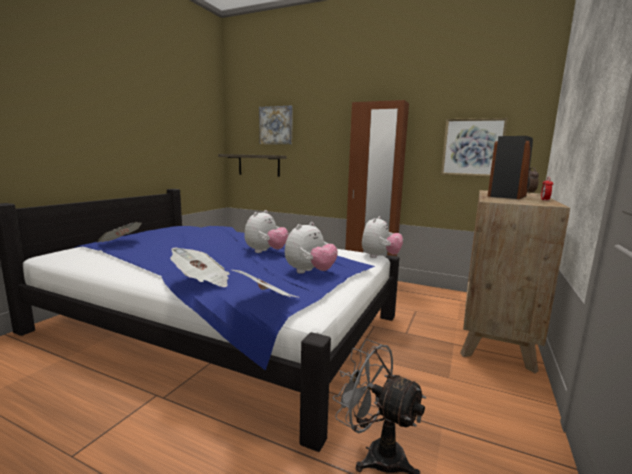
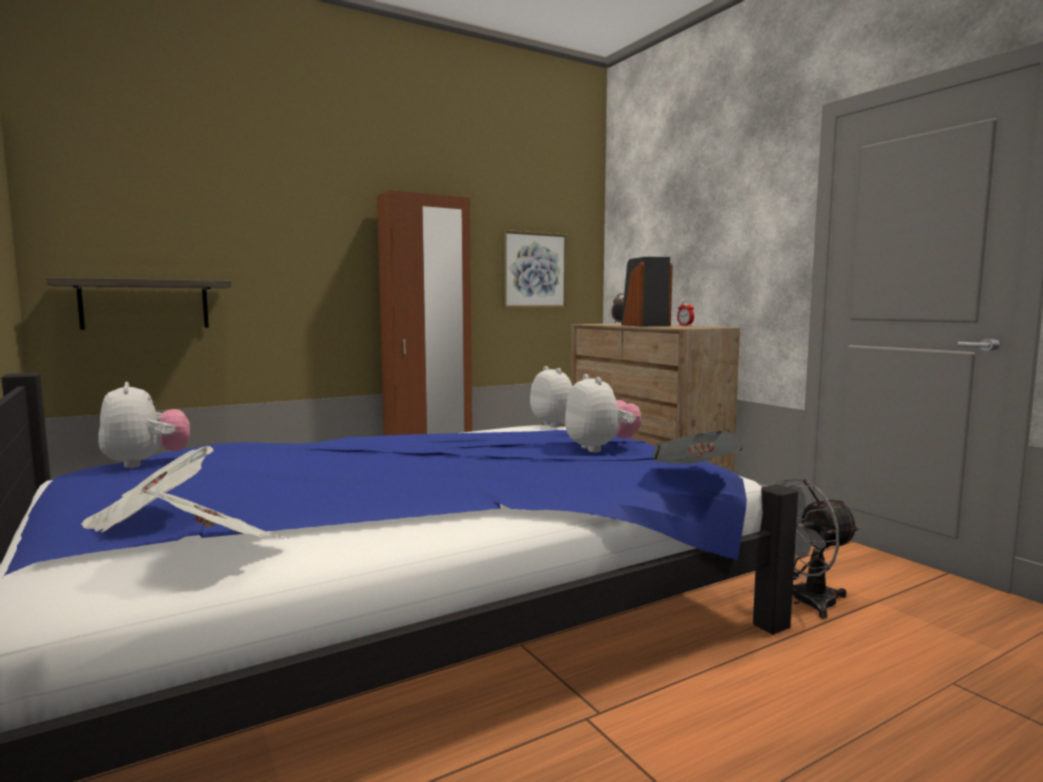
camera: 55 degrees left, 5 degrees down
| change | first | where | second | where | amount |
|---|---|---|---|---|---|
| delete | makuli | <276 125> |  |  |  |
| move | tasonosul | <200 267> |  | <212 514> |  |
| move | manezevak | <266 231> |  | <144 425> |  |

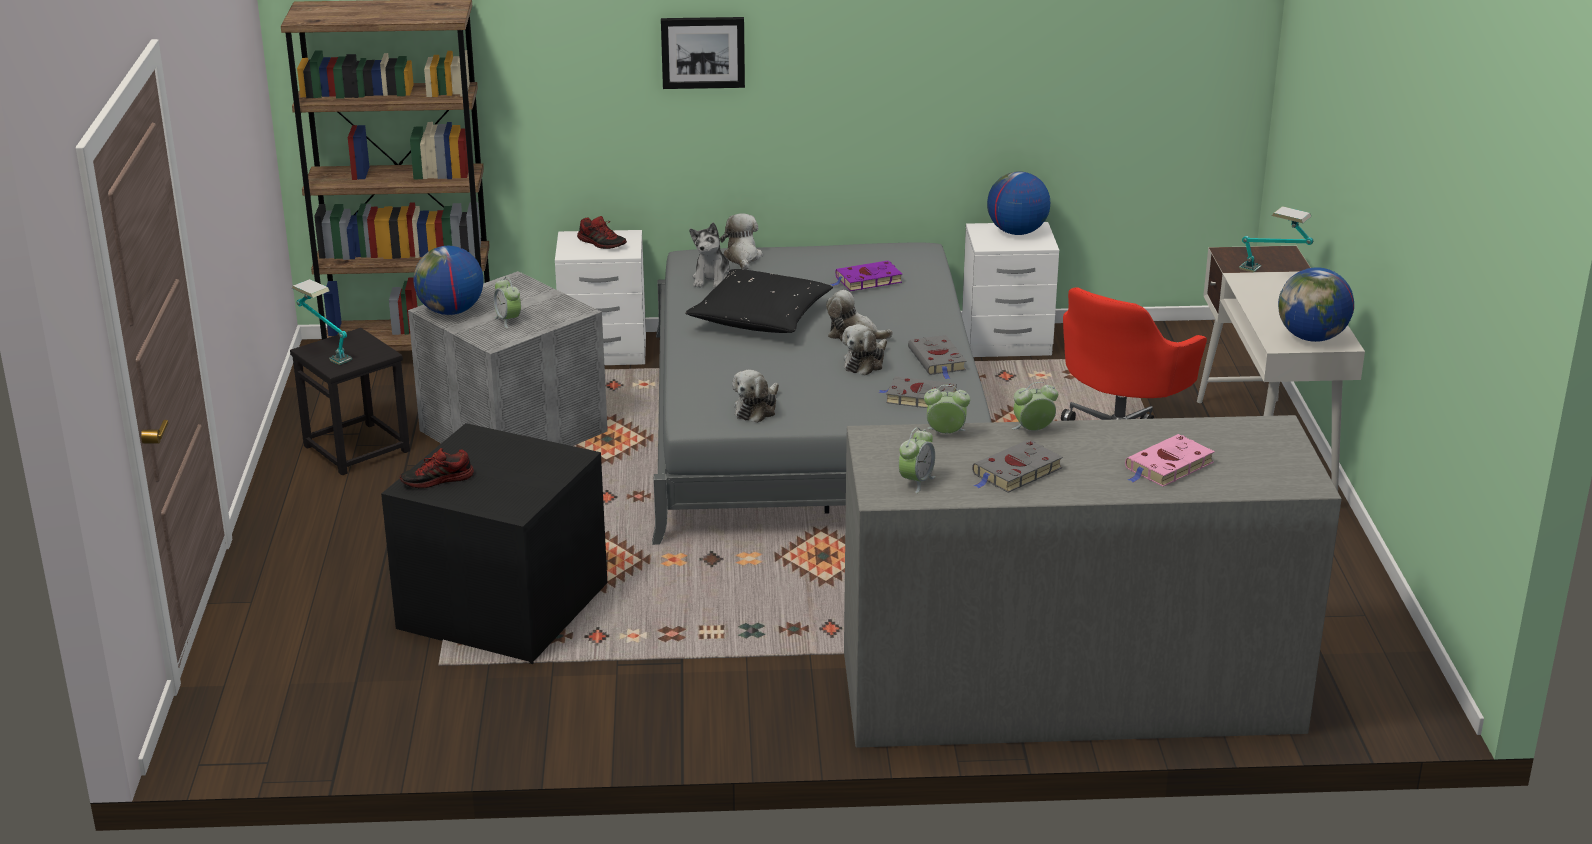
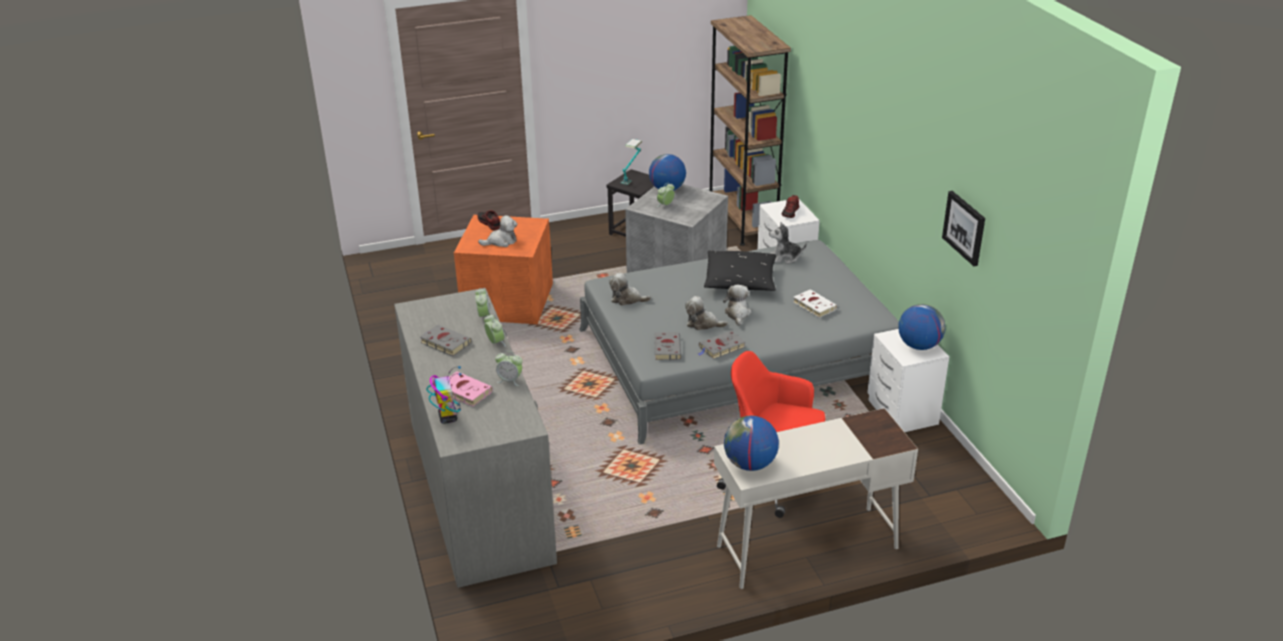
camera: 75 degrees right, 5 degrees up
| change | first | where | second | where | amount |
|---|---|---|---|---|---|
| delete | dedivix | <1276 239> |  |  |  |
| insert |  |  | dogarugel | <444 395> |  |
| move | makuli | <703 53> |  | <963 228> |  |
| move | manezevak | <741 242> |  | <497 231> |  |
| move | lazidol | <917 460> |  | <508 368> |  |
| recolor | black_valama | <494 543> | orange_valama | <503 269> |  |
| recolor | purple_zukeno | <866 275> | white_zukeno | <815 303> |  |

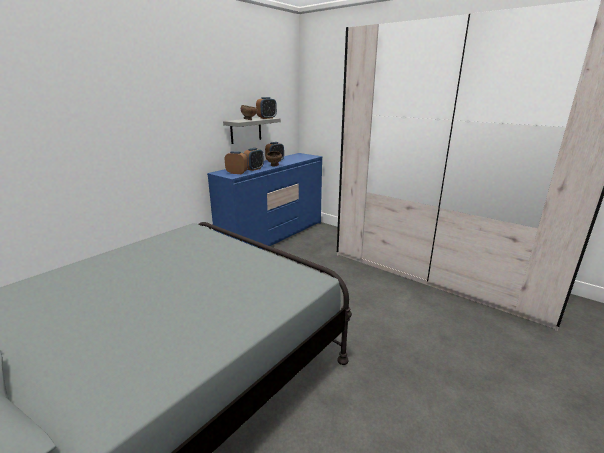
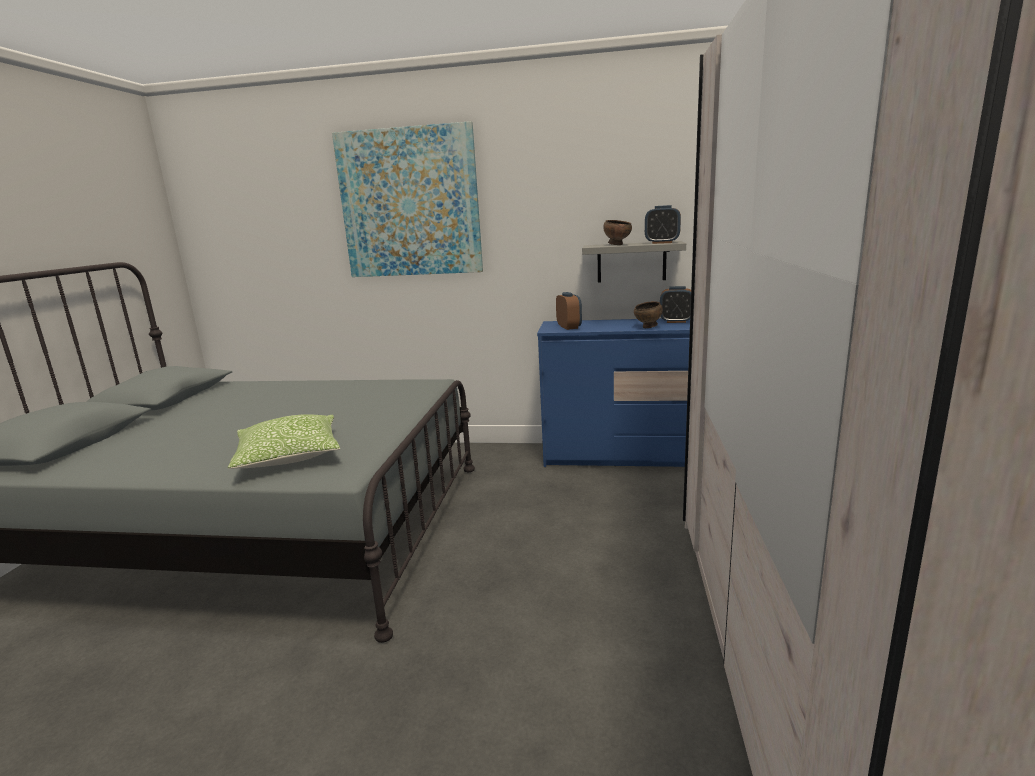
camera: 60 degrees right, 5 degrees down
| change | first | where | second | where | amount |
|---|---|---|---|---|---|
| delete | lazidol | <254 159> |  |  |  |
| insert |  |  | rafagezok | <284 441> |  |
| insert |  |  | makuli | <407 199> |  |

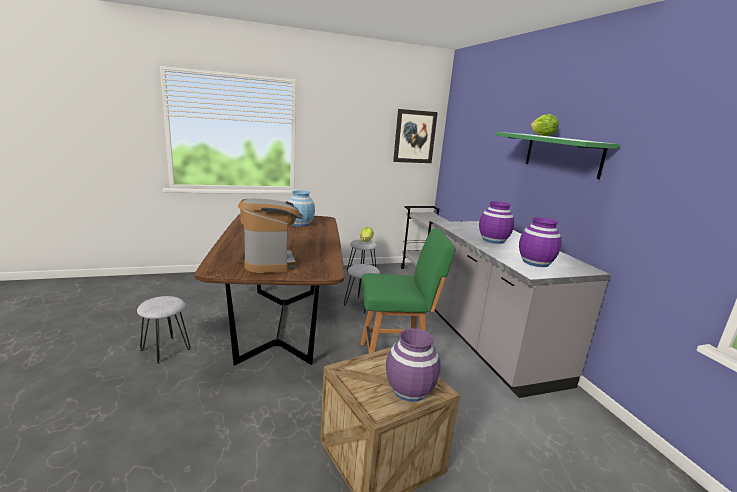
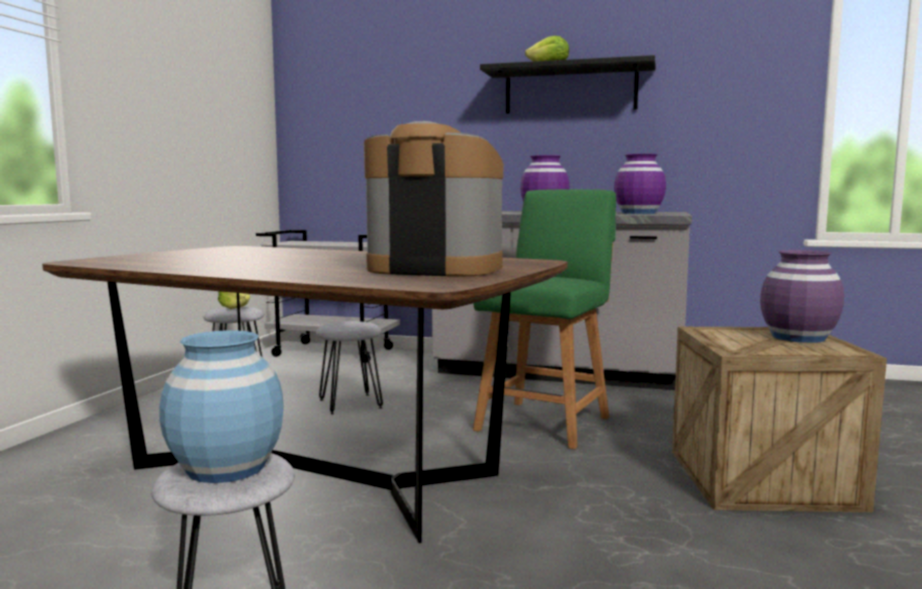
camera: 55 degrees left, 10 degrees down
| change | first | where | second | where | amount |
|---|---|---|---|---|---|
| delete | makuli | <415 136> |  |  |  |
| move | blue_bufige | <301 208> |  | <221 406> |  |
| recolor | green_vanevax | <558 155> | black_vanevax | <568 84> |  |

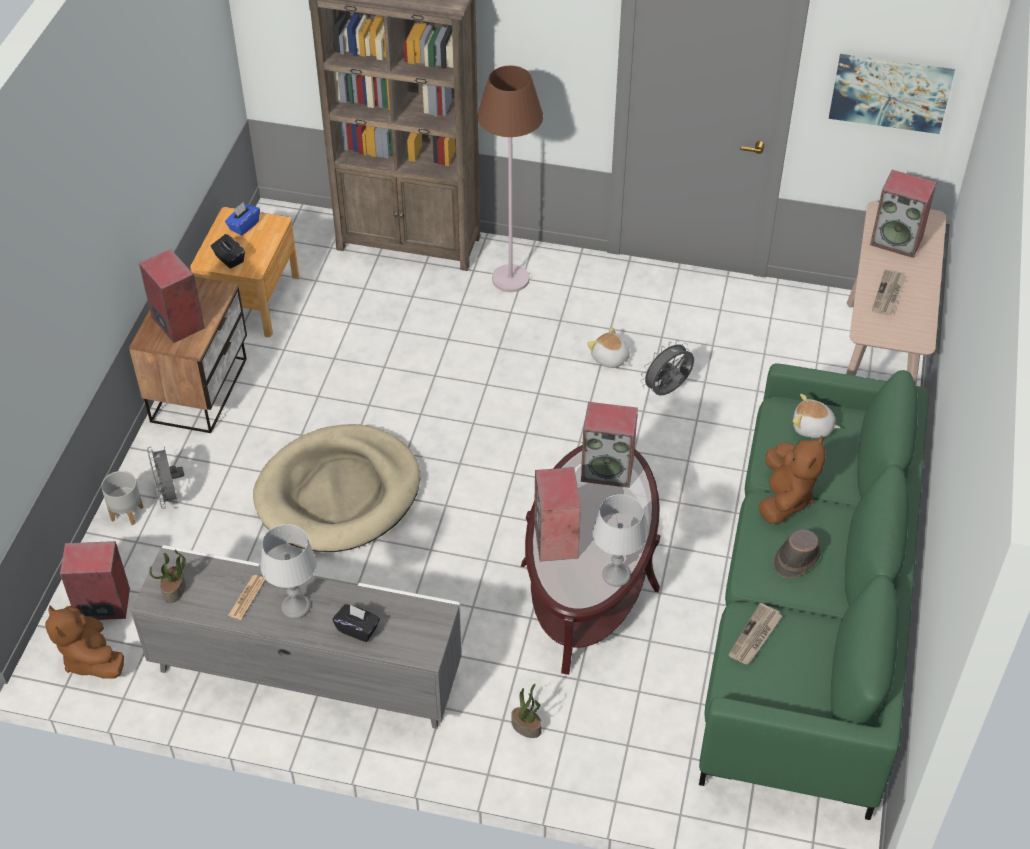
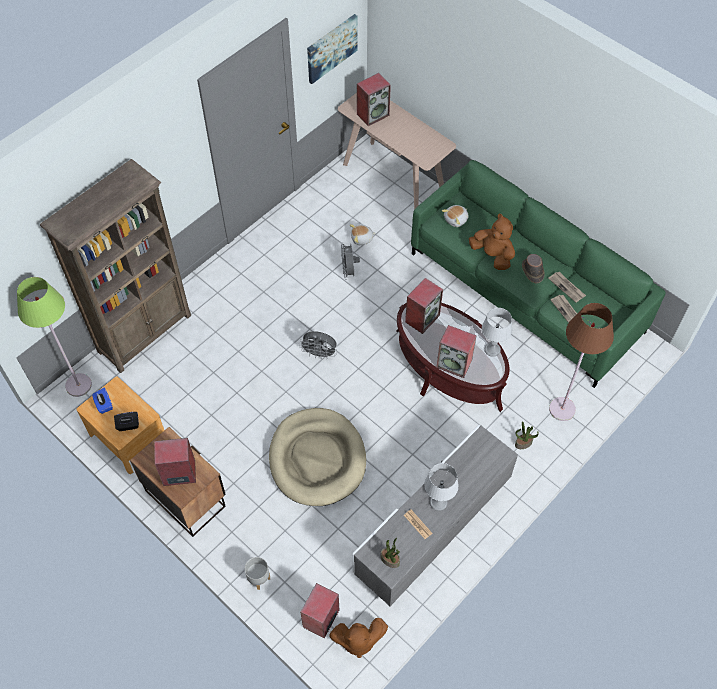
camera: 60 degrees left, 10 degrees up
| change | first | where | second | where | amount |
|---|---|---|---|---|---|
| delete | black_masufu | <356 623> |  |  |  |
| insert |  |  | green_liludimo | <54 337> |  |
| move | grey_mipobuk | <166 477> |  | <318 345> |  |
| move | brown_liludimo | <510 179> |  | <581 362> |  |
| move | manezevak | <608 347> |  | <363 235> |  |
| move | tasonosul | <889 292> |  | <567 287> |  |

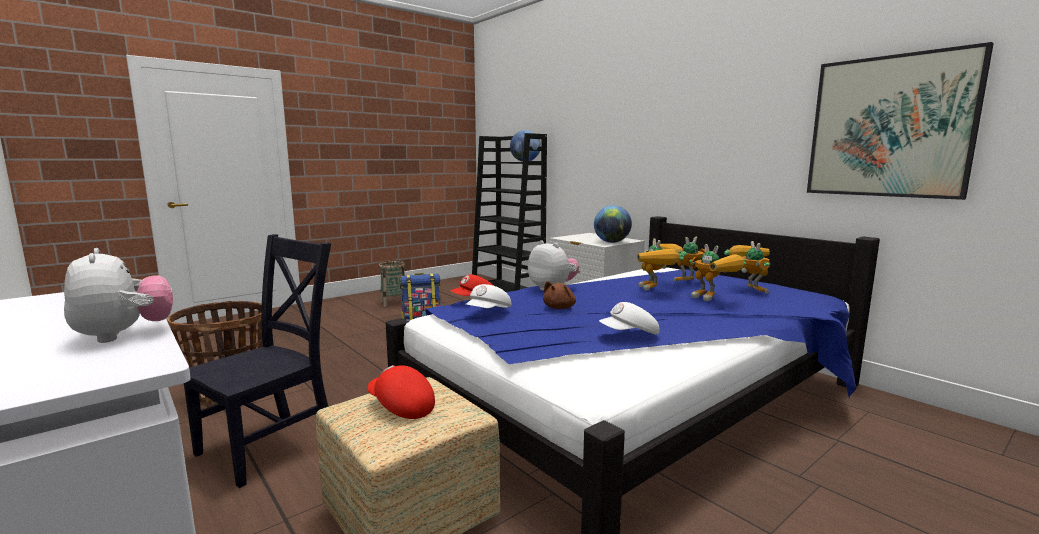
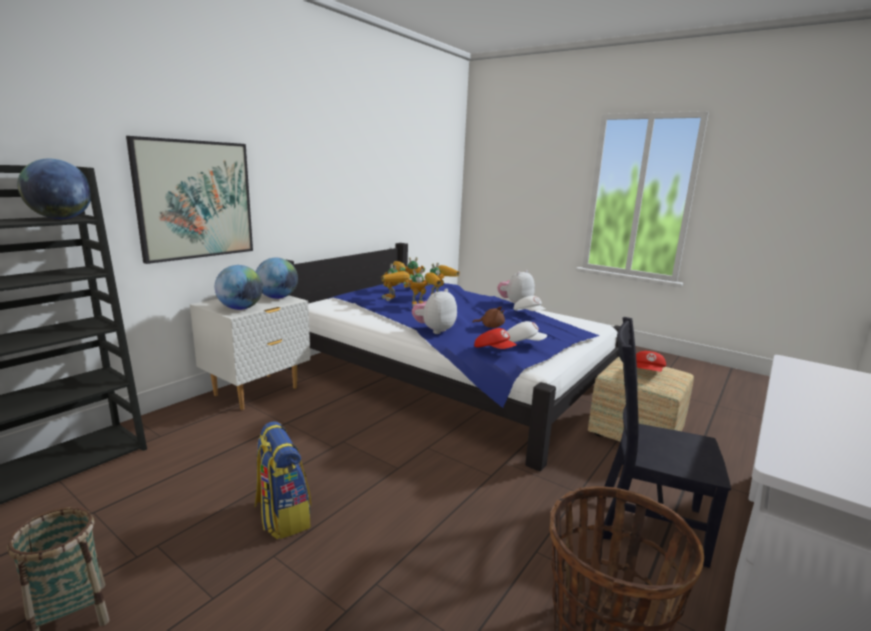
camera: 105 degrees left, 5 degrees up
| change | first | where | second | where | amount |
|---|---|---|---|---|---|
| insert |  |  | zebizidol | <239 287> |  |
| move | manezevak | <118 295> |  | <516 287> |  |
| move | makuli | <900 121> |  | <189 200> |  |

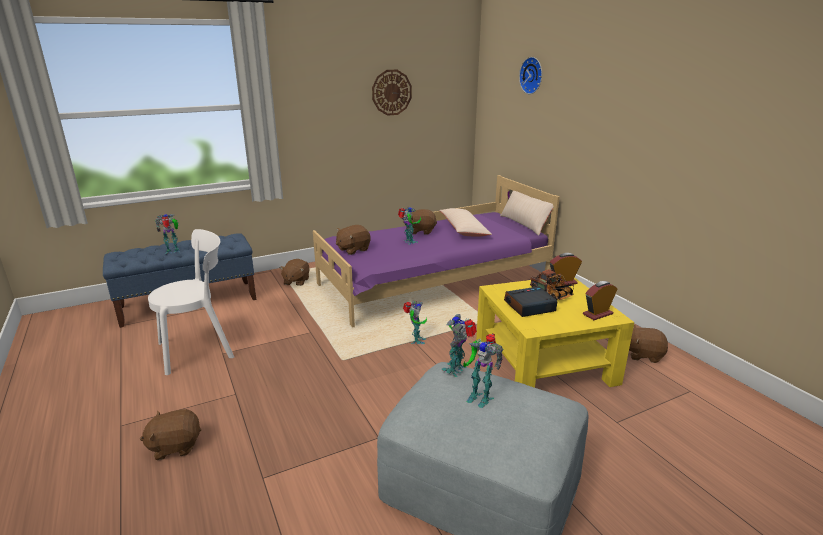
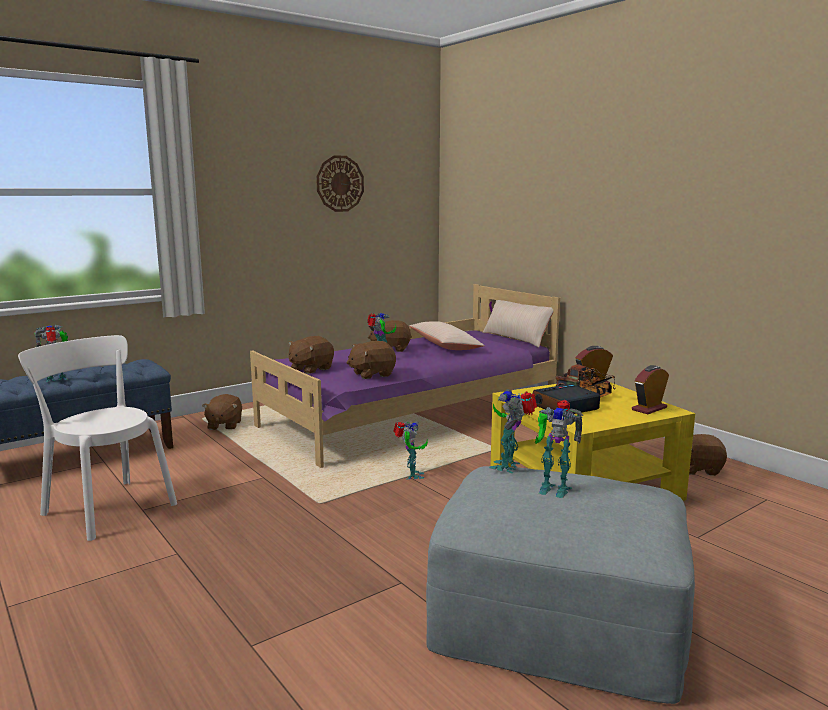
camera: 10 degrees left, 10 degrees down
| change | first | where | second | where | amount |
|---|---|---|---|---|---|
| delete | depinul | <530 75> |  |  |  |
| move | brown_manezevak | <170 434> |  | <371 360> |  |
| rotate | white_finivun | <191 302> |  | <97 438> | 105 degrees counterclockwise |

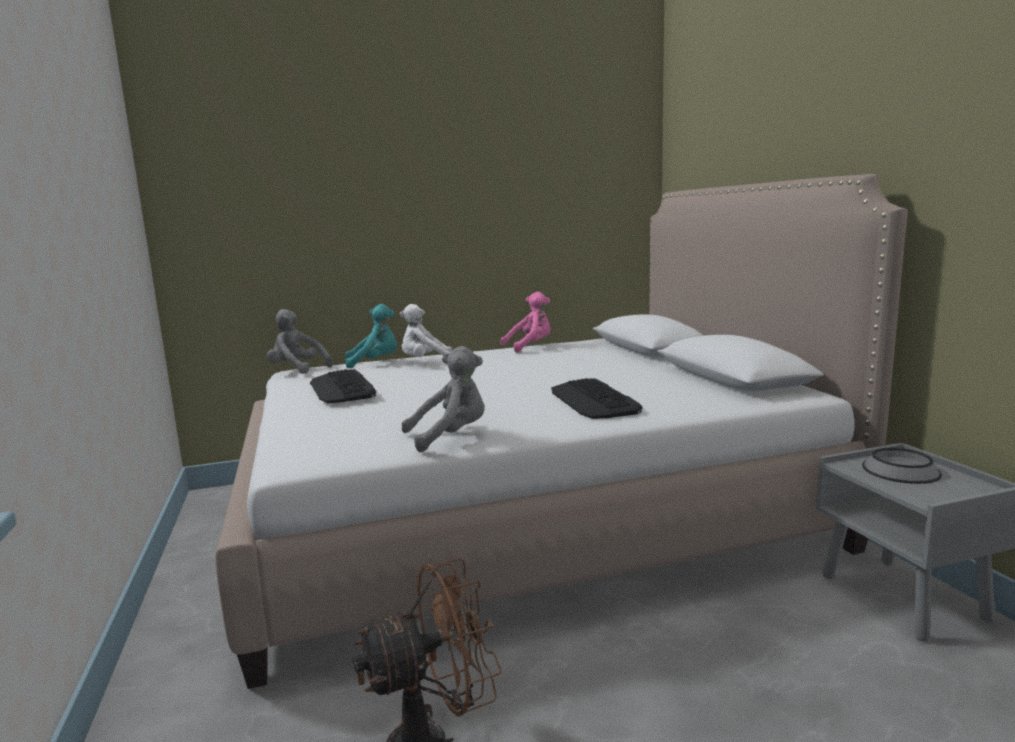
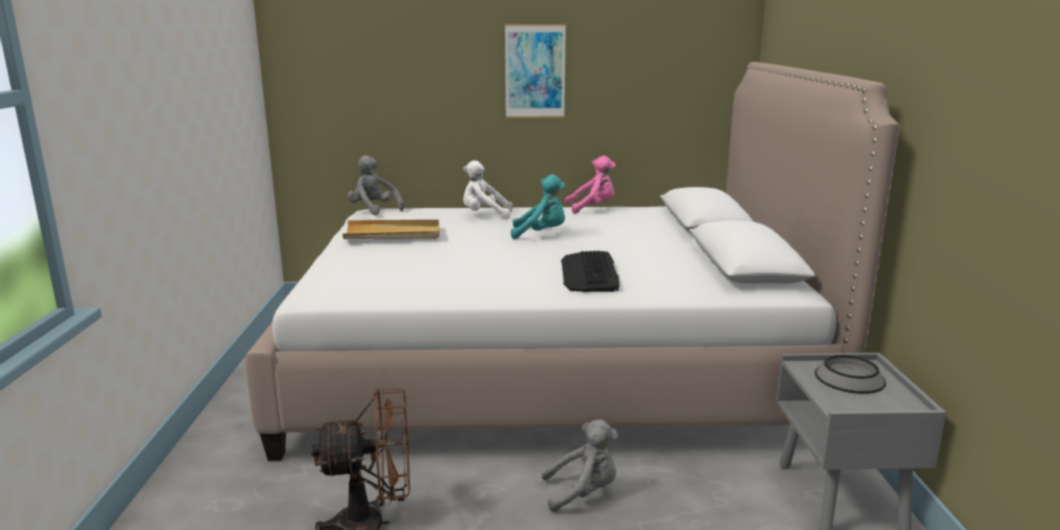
camera: 15 degrees right, 5 degrees up
| change | first | where | second | where | amount |
|---|---|---|---|---|---|
| insert |  |  | makuli | <535 71> |  |
| move | turquoise_manezevak | <371 336> |  | <538 207> |  |
| move | grey_manezevak | <443 399> |  | <580 466> |  |
| replace | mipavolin | <343 386> | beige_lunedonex | <391 229> |  |

